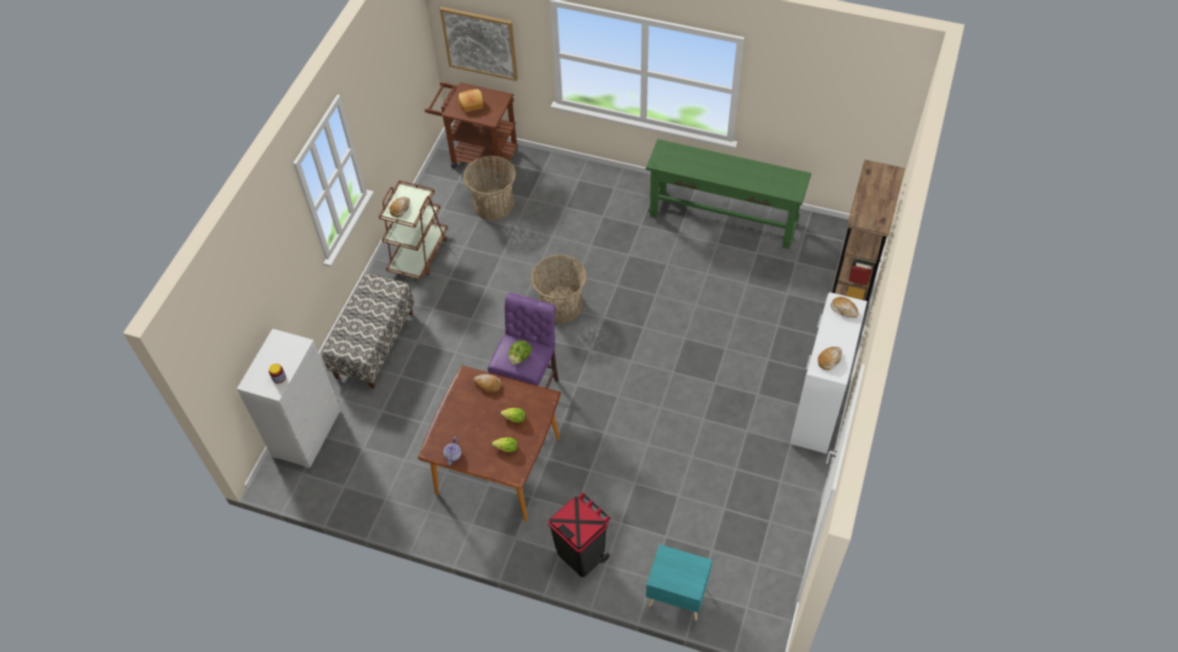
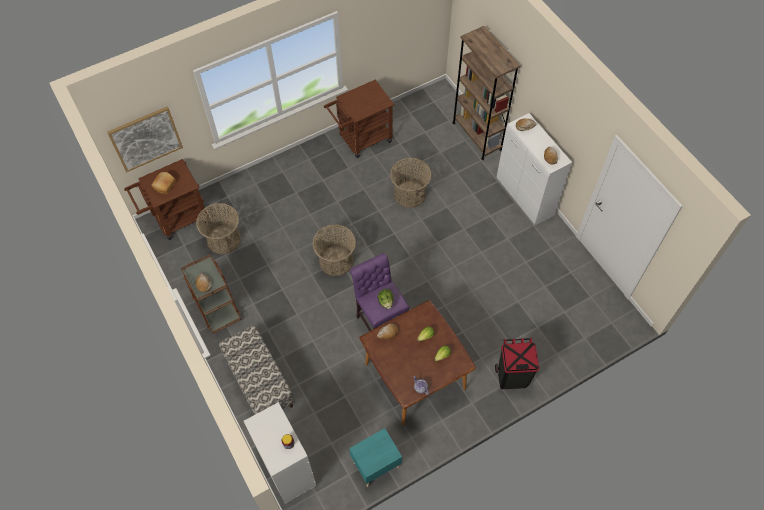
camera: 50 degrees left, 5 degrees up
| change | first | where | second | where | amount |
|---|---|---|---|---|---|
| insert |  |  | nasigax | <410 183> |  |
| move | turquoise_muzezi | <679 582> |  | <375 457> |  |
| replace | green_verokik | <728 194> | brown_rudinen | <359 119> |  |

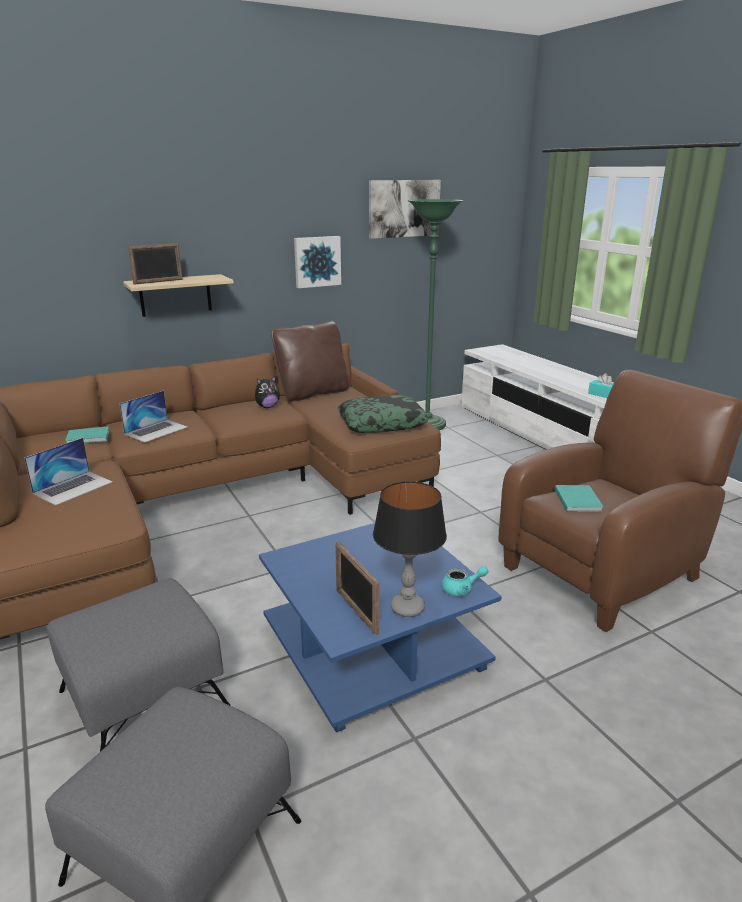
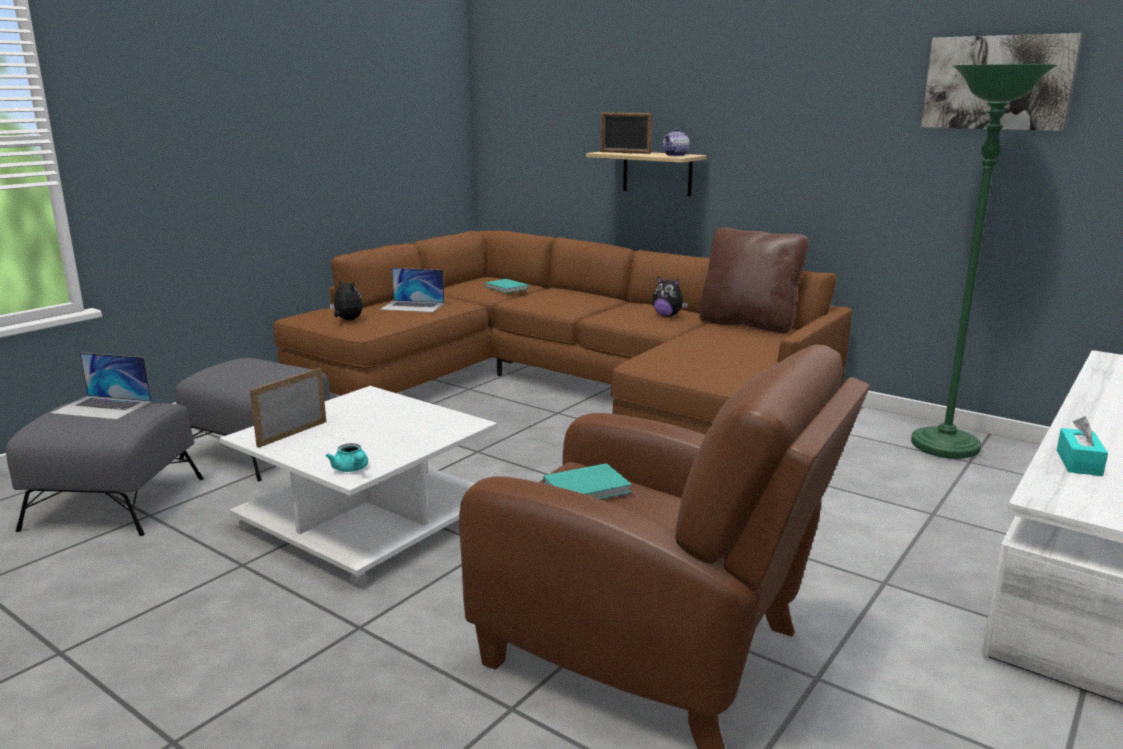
camera: 65 degrees right, 5 degrees down
| change | first | where | second | where | amount |
|---|---|---|---|---|---|
| delete | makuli | <317 262> |  |  |  |
| delete | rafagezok | <383 414> |  |  |  |
| delete | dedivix | <410 549> |  |  |  |
| insert |  |  | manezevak | <346 299> |  |
| insert |  |  | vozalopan | <676 142> |  |
| move | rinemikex | <153 416> |  | <101 386> |  |
| recolor | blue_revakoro | <380 627> | white_revakoro | <358 485> |  |

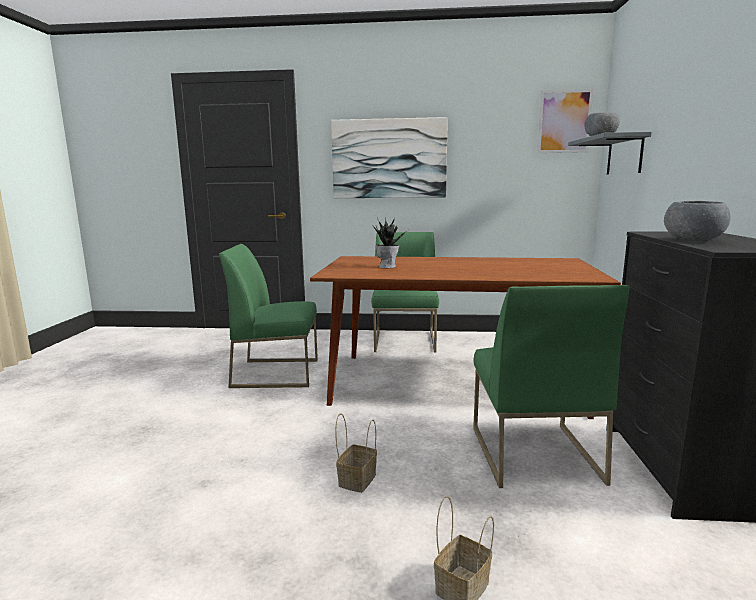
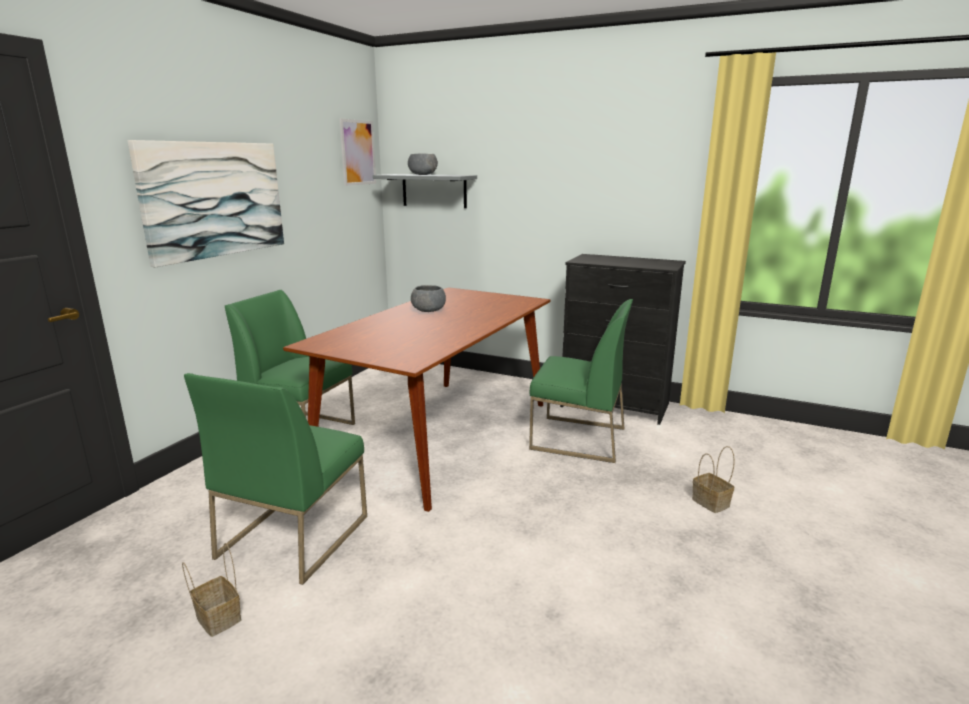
camera: 70 degrees left, 5 degrees up
| change | first | where | second | where | amount |
|---|---|---|---|---|---|
| delete | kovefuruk | <390 242> |  |  |  |
| move | nasigax | <356 453> |  | <211 590> |  |
| move | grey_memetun | <697 221> |  | <428 298> |  |

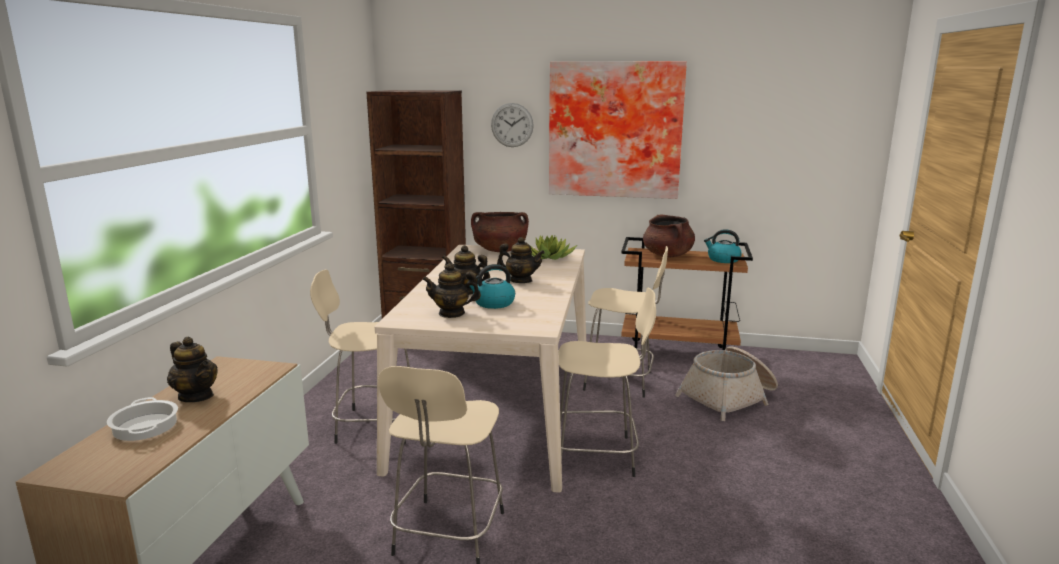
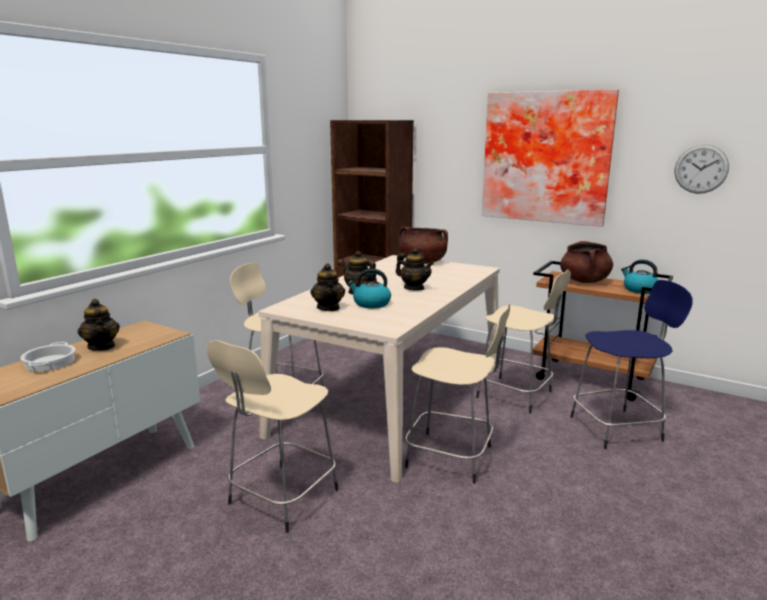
camera: 20 degrees right, 0 degrees up
| change | first | where | second | where | amount |
|---|---|---|---|---|---|
| delete | kovefuruk | <554 247> |  |  |  |
| move | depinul | <512 125> |  | <702 169> |  |
| replace | nasigax | <726 383> | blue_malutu | <631 364> |  |
| rotate | vozalopan | <451 290> |  | <327 287> | 120 degrees counterclockwise |

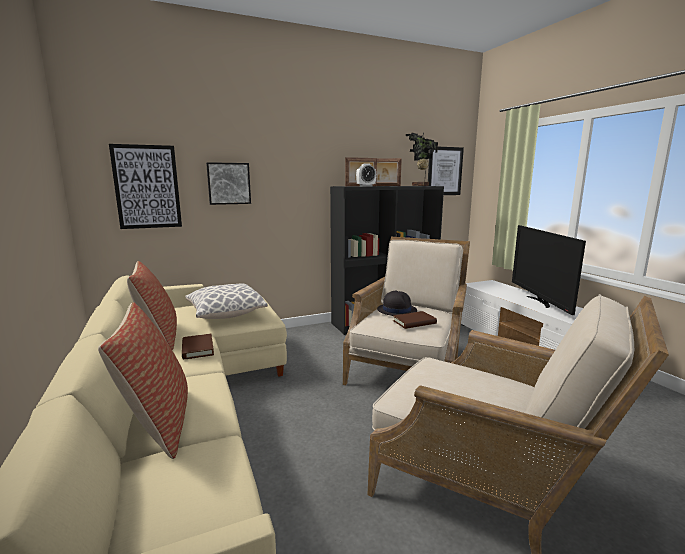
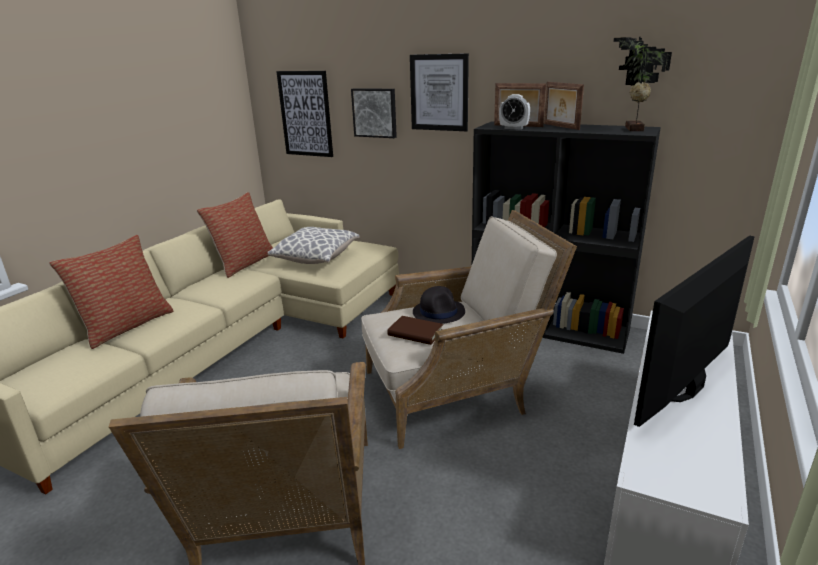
camera: 50 degrees right, 10 degrees up
| change | first | where | second | where | amount |
|---|---|---|---|---|---|
| delete | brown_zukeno | <198 347> |  |  |  |
| move | makuli | <446 171> |  | <439 92> |  |

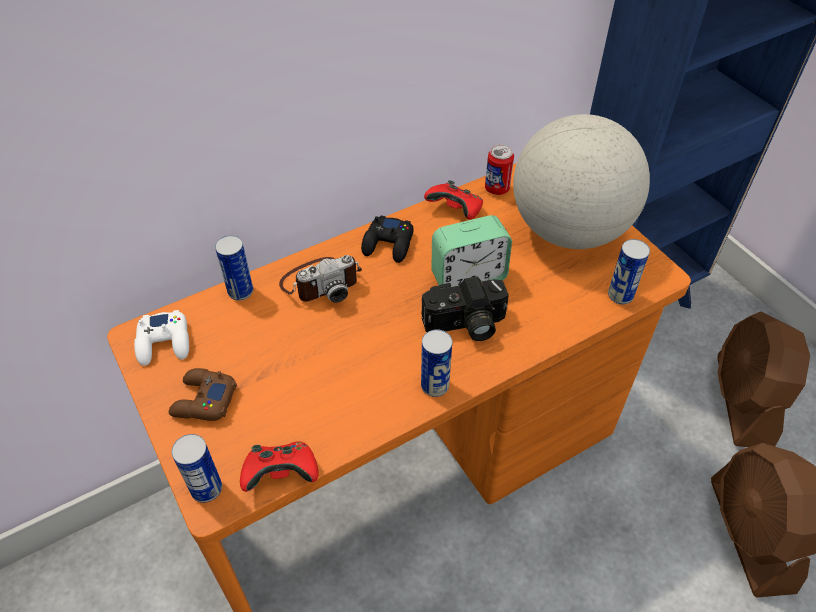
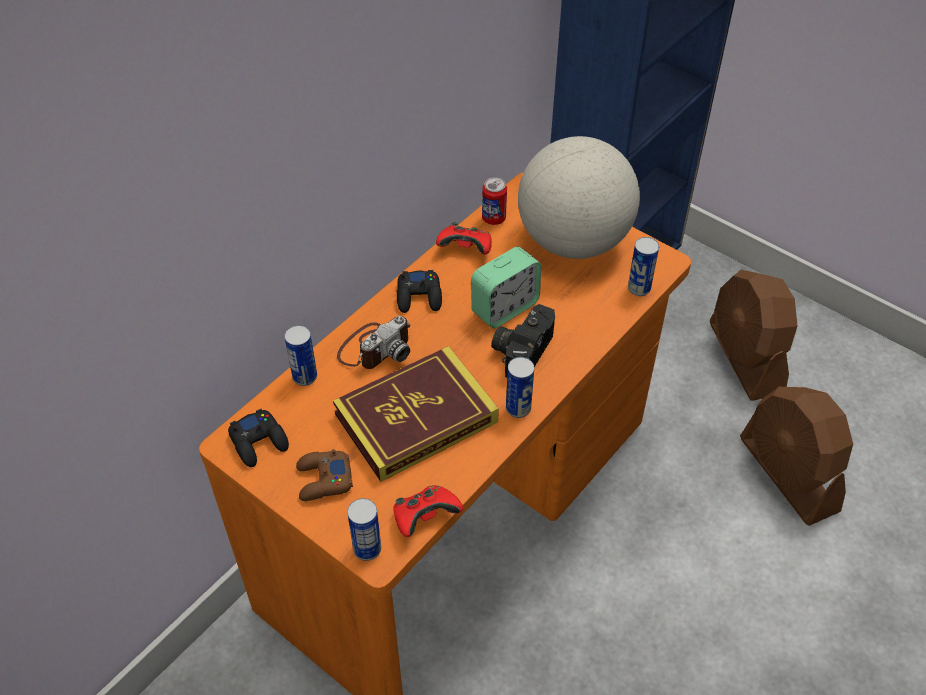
camera: 20 degrees left, 0 degrees up
| change | first | where | second | where | amount |
|---|---|---|---|---|---|
| insert |  |  | zukeno | <416 414> |  |
| recolor | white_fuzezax | <161 338> | black_fuzezax | <258 438> |  |
| rotate | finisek | <465 309> |  | <523 340> | 150 degrees clockwise |

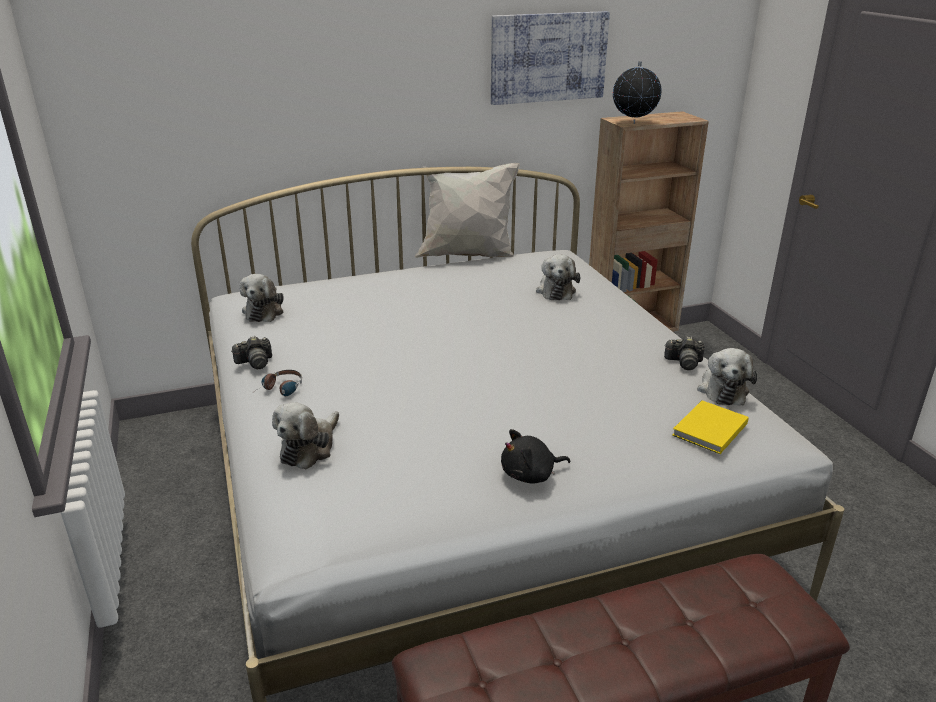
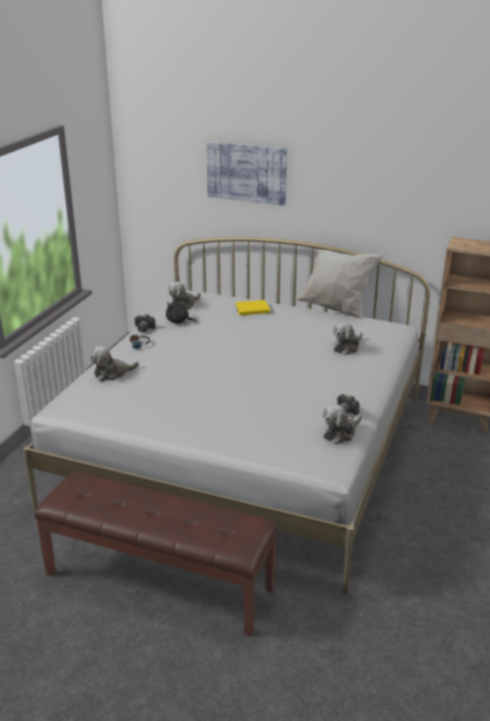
camera: 40 degrees right, 0 degrees up
| change | first | where | second | where | amount |
|---|---|---|---|---|---|
| delete | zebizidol | <637 92> |  |  |  |
| move | makuli | <550 58> |  | <246 174> |  |
| move | black_manezevak | <536 456> |  | <181 311> |  |
| move | yellow_zukeno | <710 427> |  | <252 308> |  |

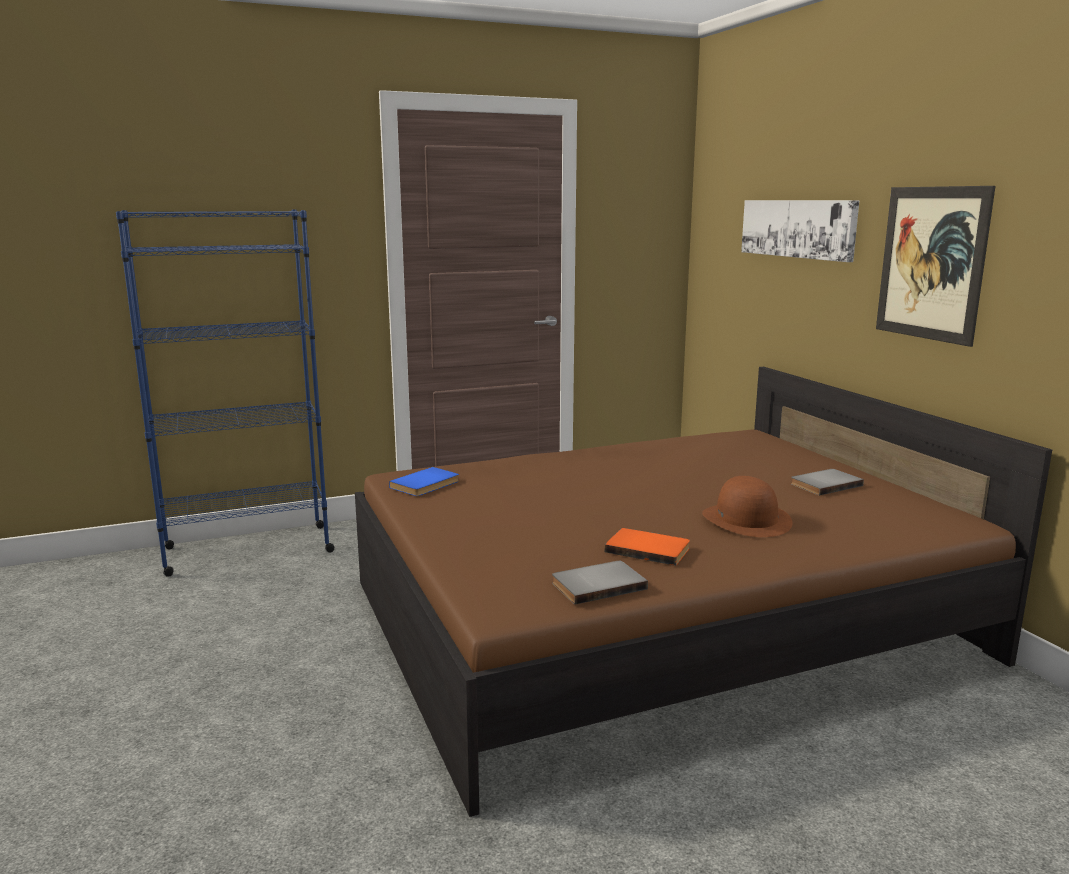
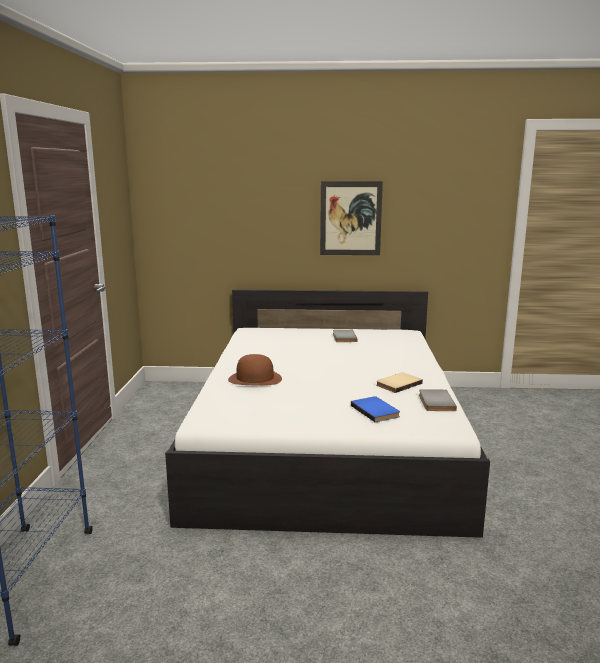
camera: 65 degrees left, 0 degrees up
| change | first | where | second | where | amount |
|---|---|---|---|---|---|
| delete | makuli | <800 231> |  |  |  |
| move | blue_zukeno | <424 481> |  | <375 409> |  |
| move | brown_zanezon | <747 506> |  | <255 370> |  |
| recolor | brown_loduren | <703 592> | white_loduren | <327 413> |  |
| recolor | orange_zukeno | <647 547> | beige_zukeno | <399 383> |  |

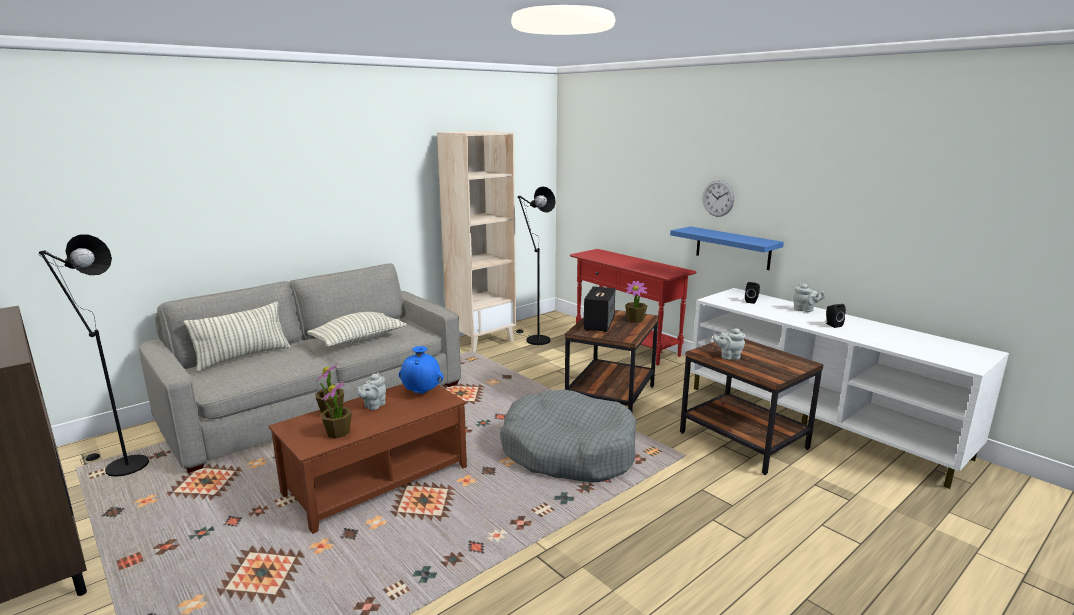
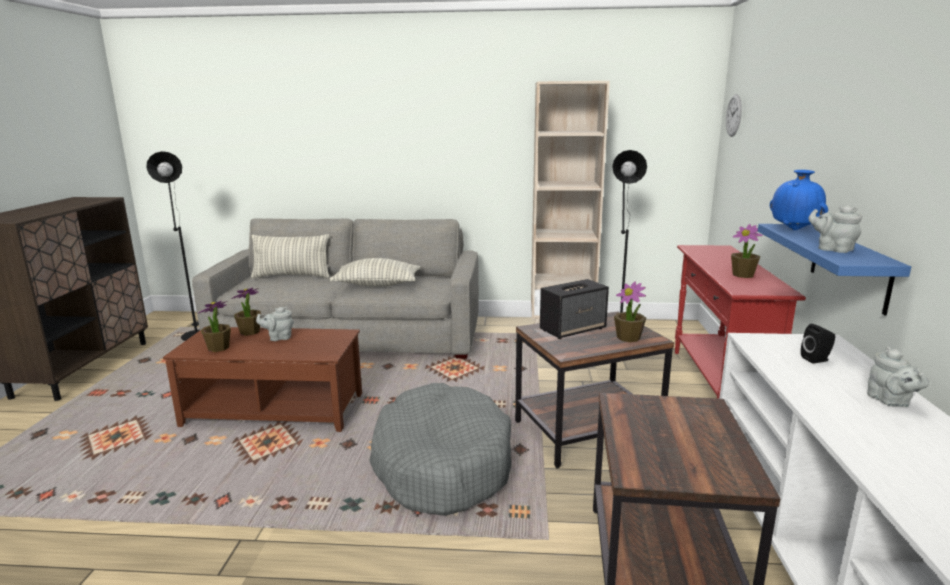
camera: 45 degrees right, 0 degrees up
| change | first | where | second | where | amount |
|---|---|---|---|---|---|
| delete | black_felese | <836 316> |  |  |  |
| insert |  |  | kovefuruk | <747 251> |  |
| move | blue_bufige | <421 370> |  | <799 200> |  |
| move | depinul | <718 198> |  | <734 115> |  |
| move | grey_vozalopan | <728 344> |  | <835 229> |  |

